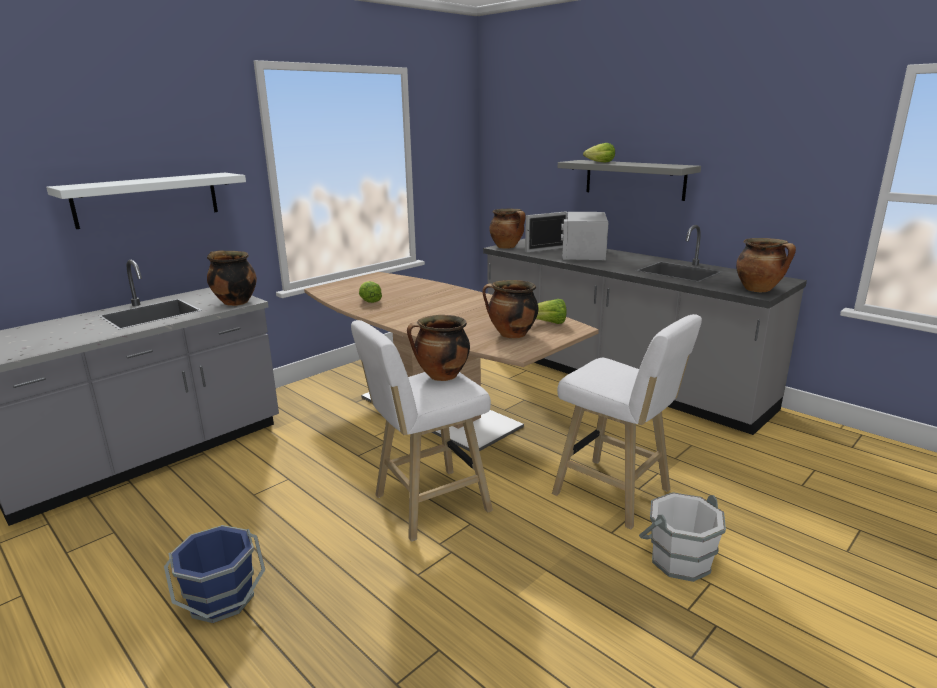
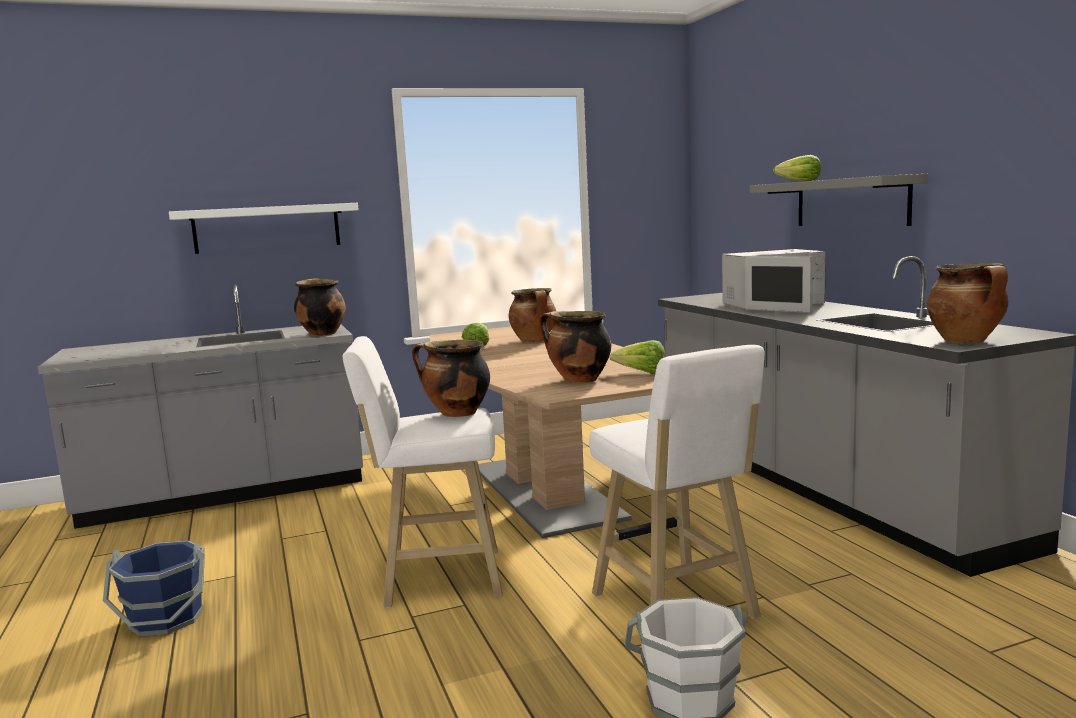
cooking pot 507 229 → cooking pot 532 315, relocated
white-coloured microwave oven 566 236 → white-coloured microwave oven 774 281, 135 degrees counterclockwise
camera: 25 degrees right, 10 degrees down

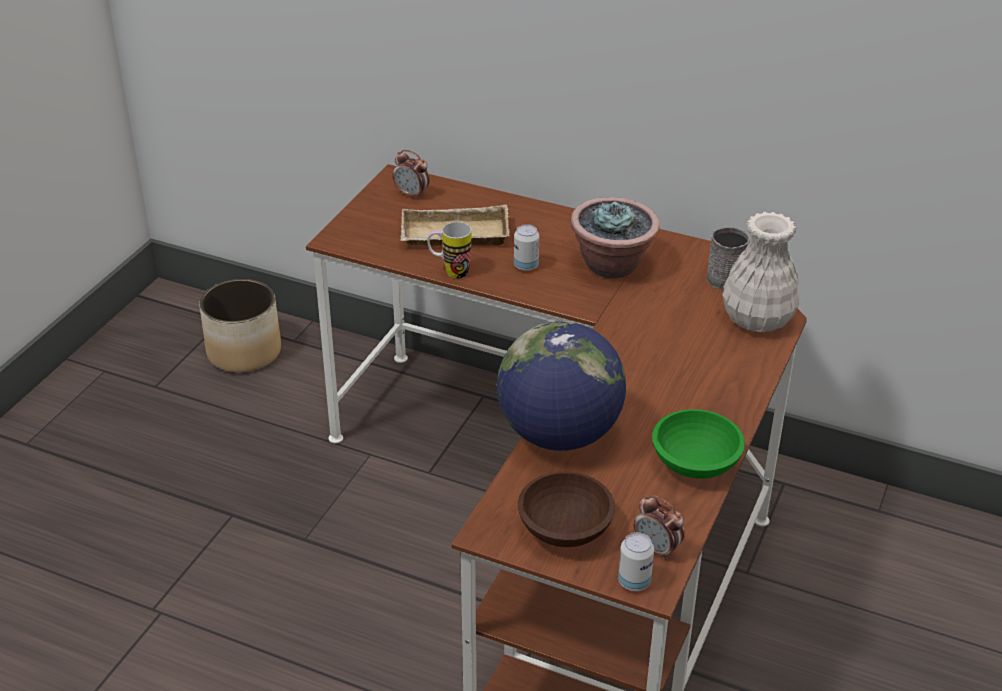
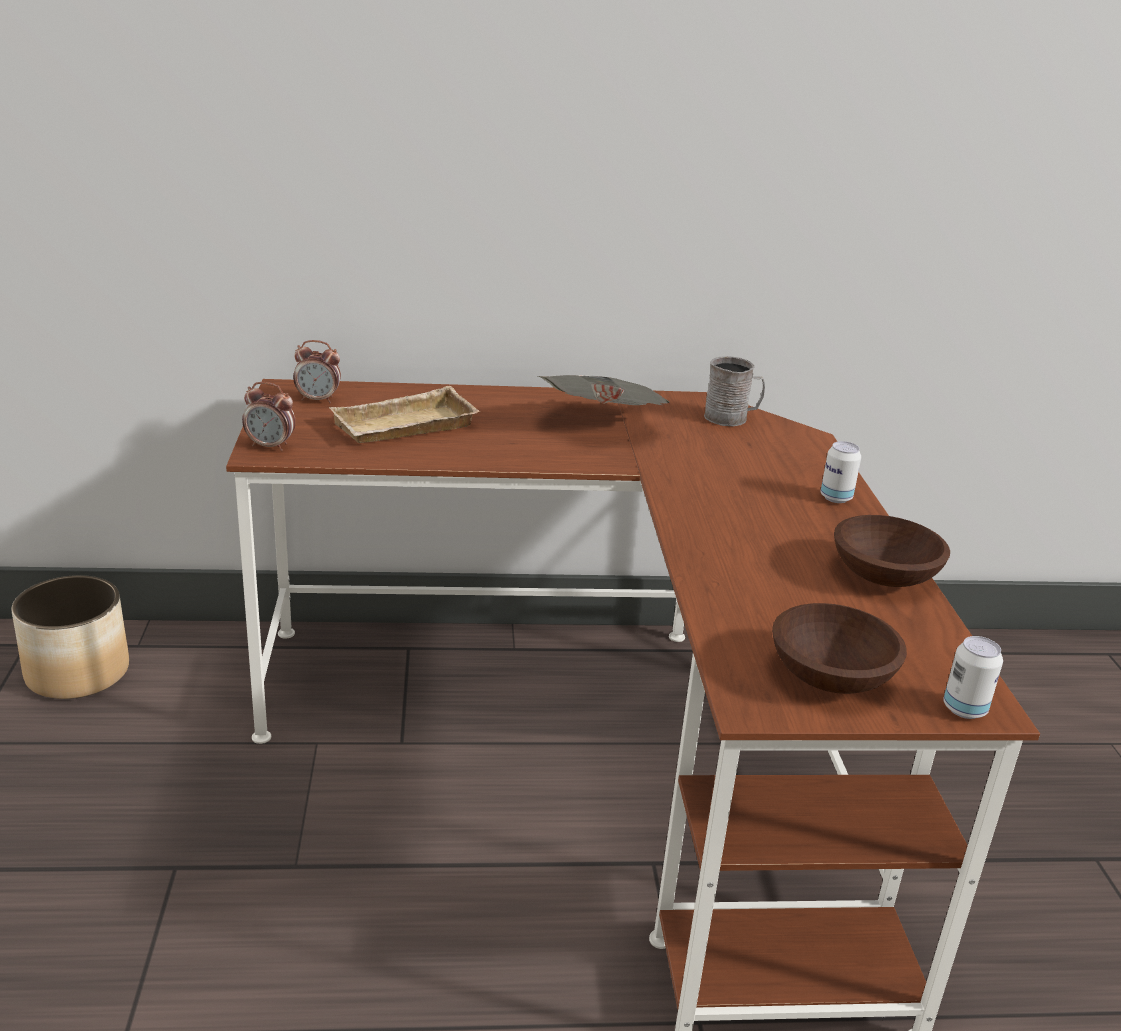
mug 449 250 → -
world globe 561 386 → -
white-coloured decorative vase 761 272 → -
sealed can 526 247 → sealed can 841 472, relocated
alarm clock 659 527 → alarm clock 269 416, relocated
houseplant 614 238 → daily paper 603 390
greenish bowl 698 443 → brown-coloured bowl 892 551
camera: 30 degrees left, 10 degrees down

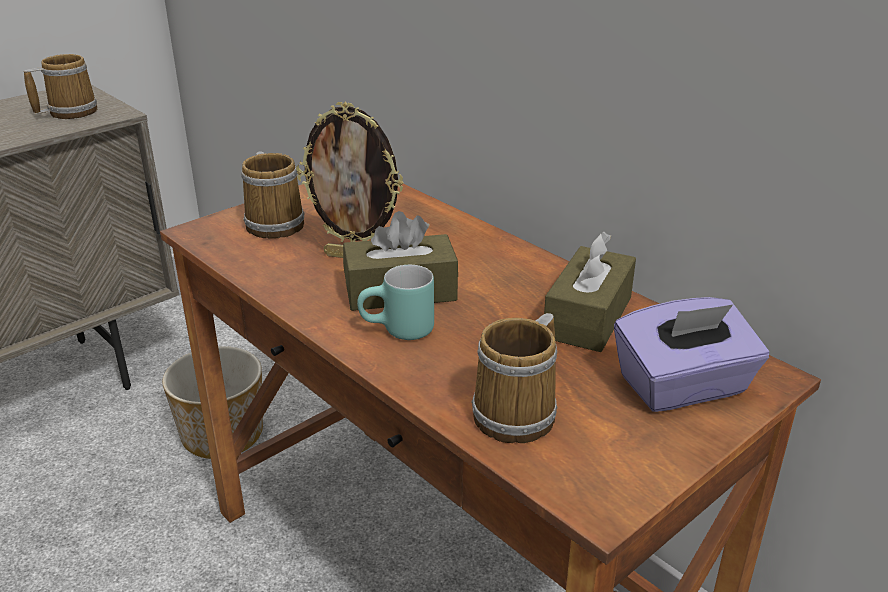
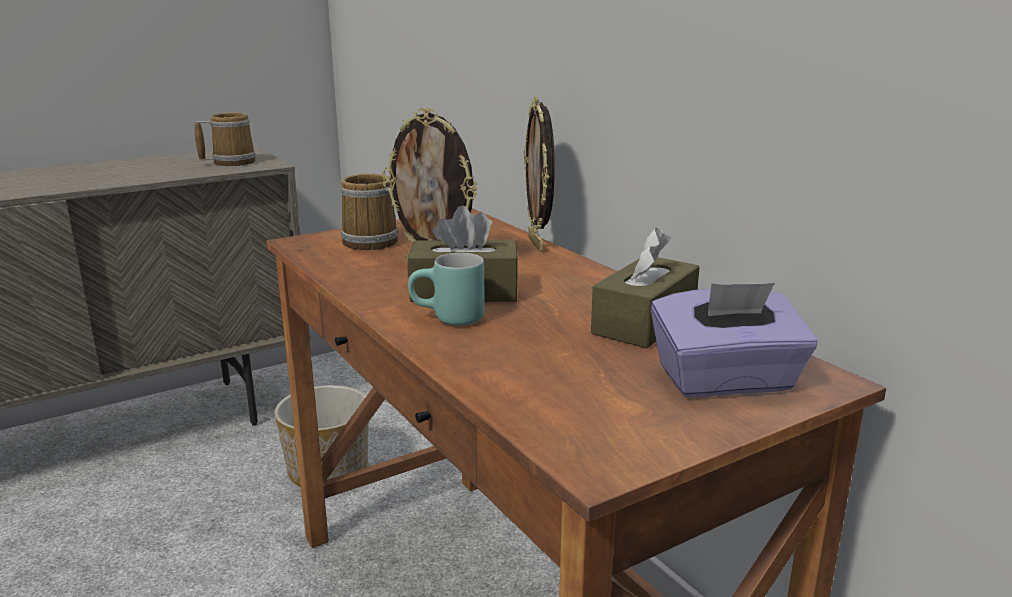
mug 514 378 → -
- → standing frame 539 174
camera: 10 degrees right, 10 degrees down

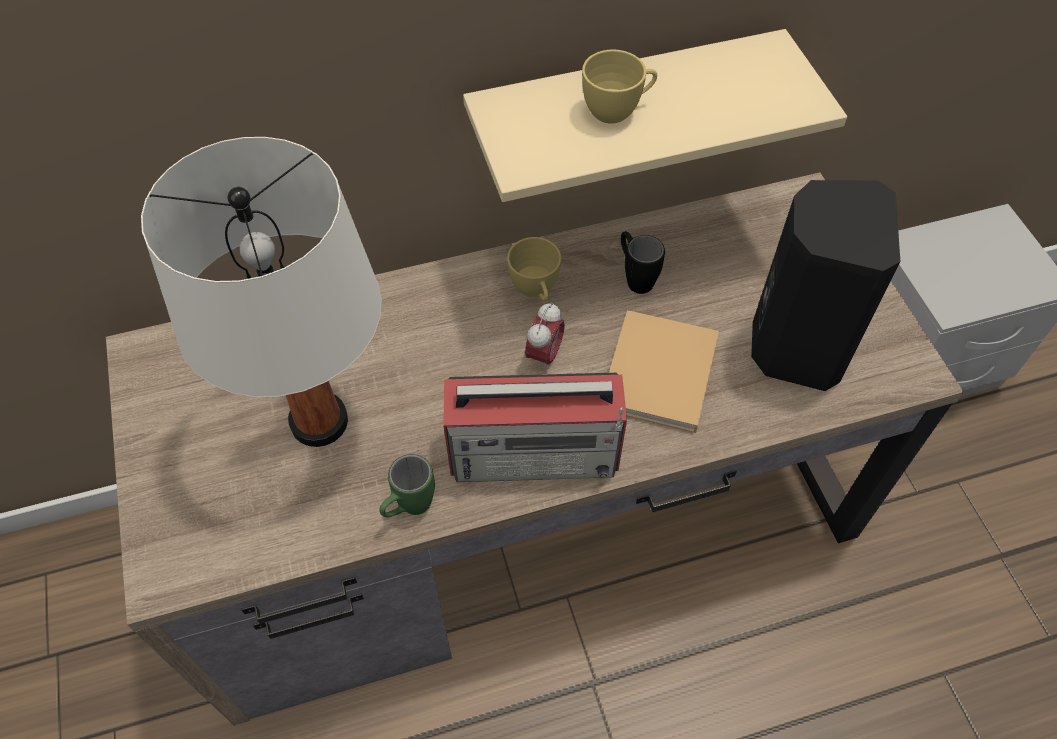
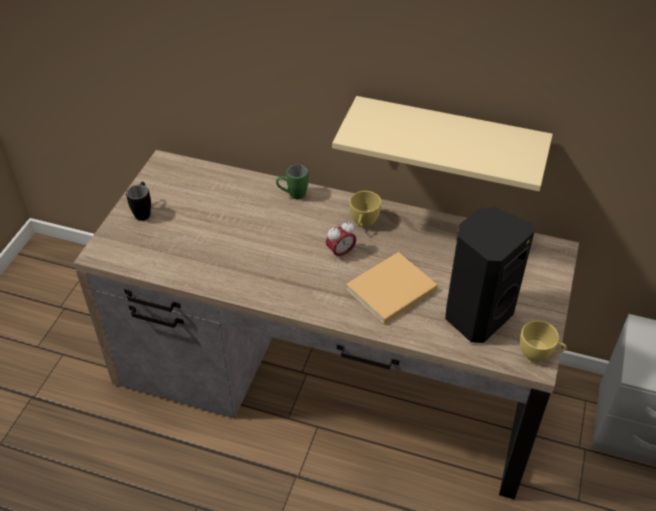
white-coloured table lamp 261 292 → -
radio receiver 535 427 → -
greenish mug 407 486 → greenish mug 292 181, relocated
yellow-coloured small cup 619 87 → yellow-coloured small cup 543 341, relocated
black-coloured mug 643 262 → black-coloured mug 138 201, relocated
camera: 35 degrees right, 10 degrees down

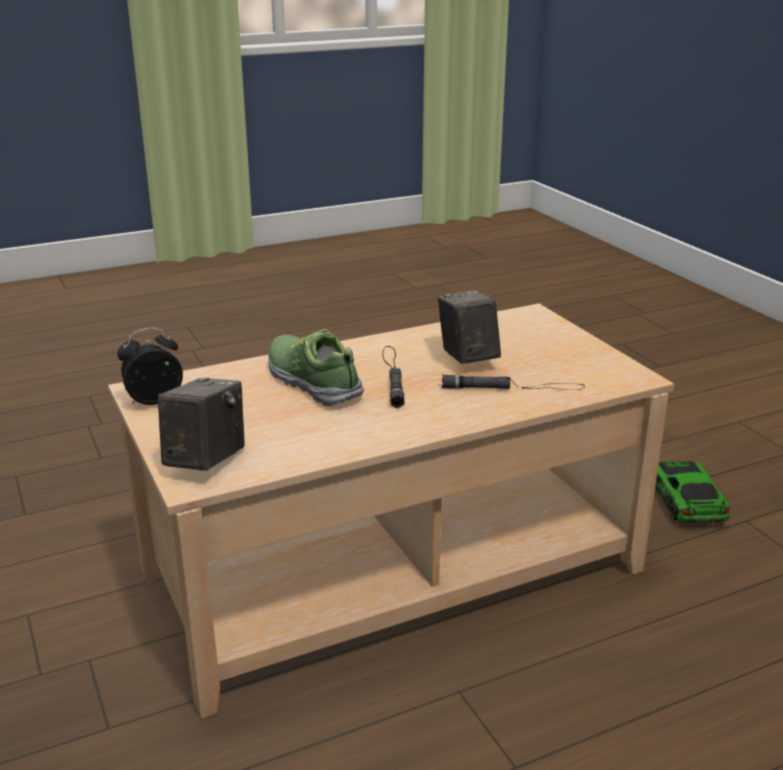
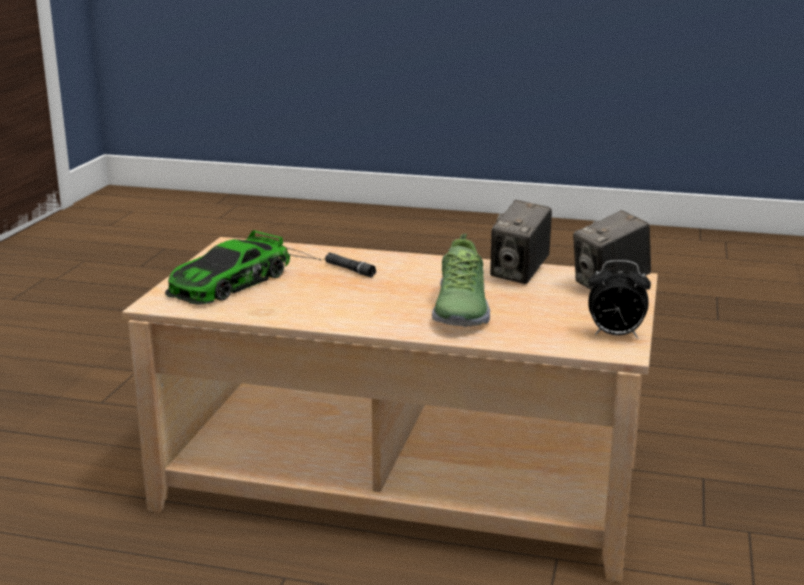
black-coloured hand torch 393 377 → -
photo camera 469 327 → photo camera 521 242, relocated
toy car 692 492 → toy car 227 267, relocated
camera: 140 degrees left, 5 degrees down

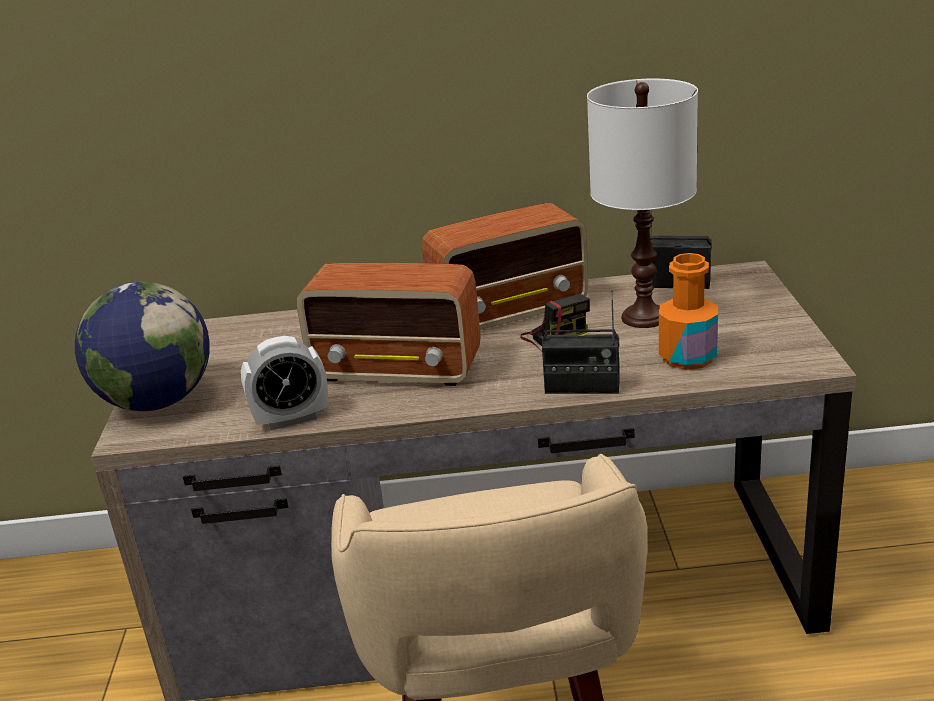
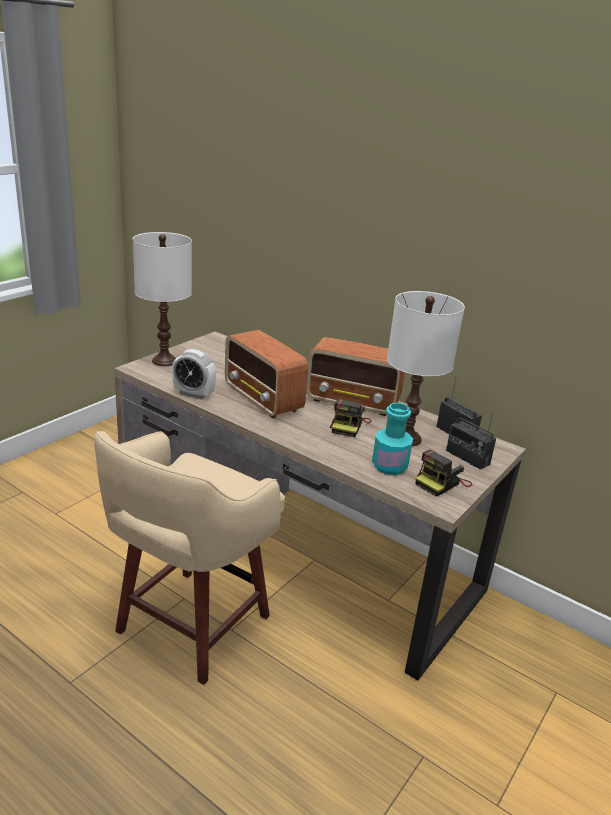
- → photo camera 444 473
radio receiver 581 342 → radio receiver 471 440, relocated
world globe 142 346 → white-coloured table lamp 162 299
orangey beverage bottle 688 311 → blue-green beverage bottle 392 439
camera: 35 degrees right, 0 degrees up

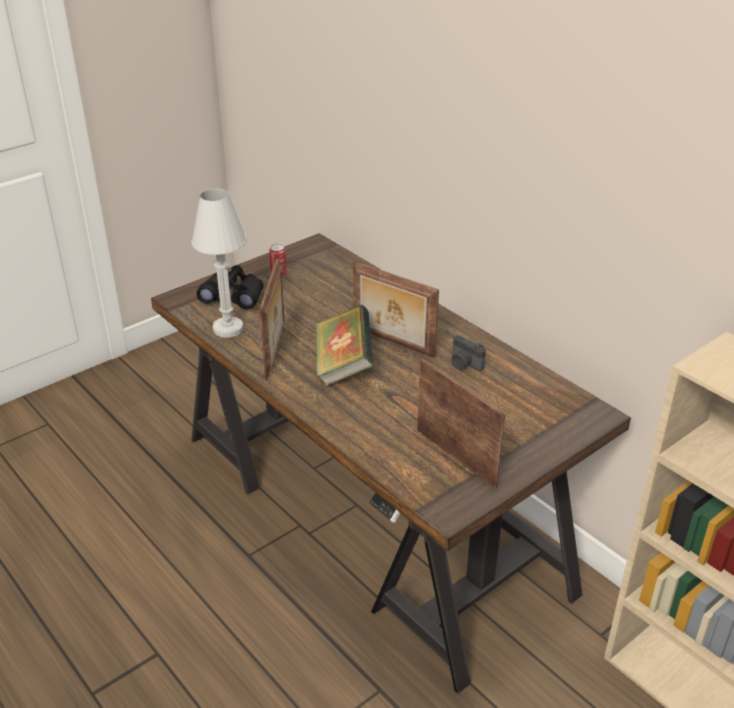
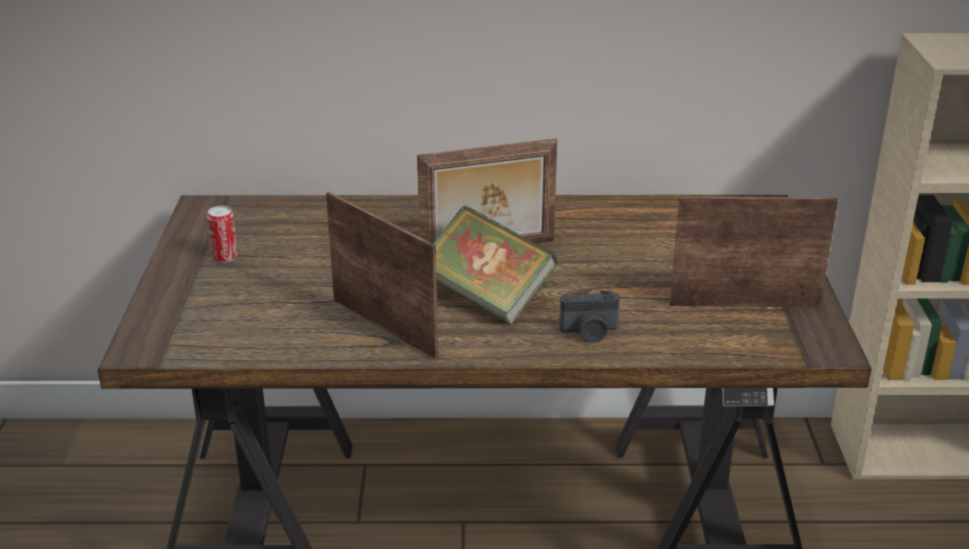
white-coloured table lamp 219 263 → -
black-coloured binoculars 230 287 → -
photo camera 468 353 → photo camera 589 316, relocated
camera: 50 degrees left, 5 degrees down

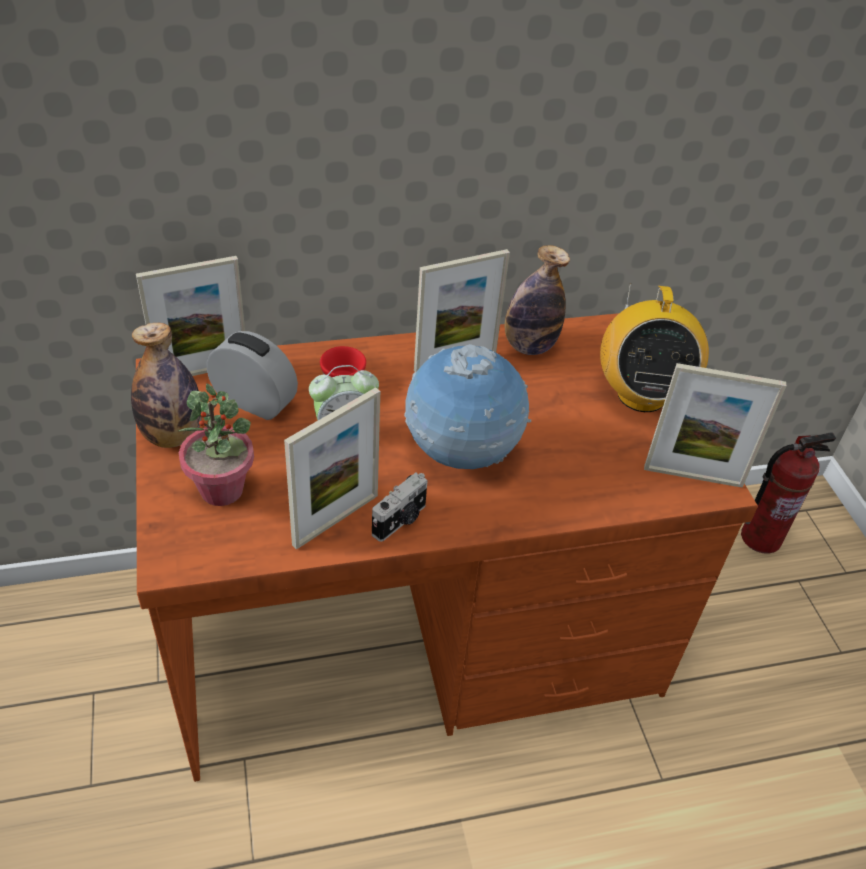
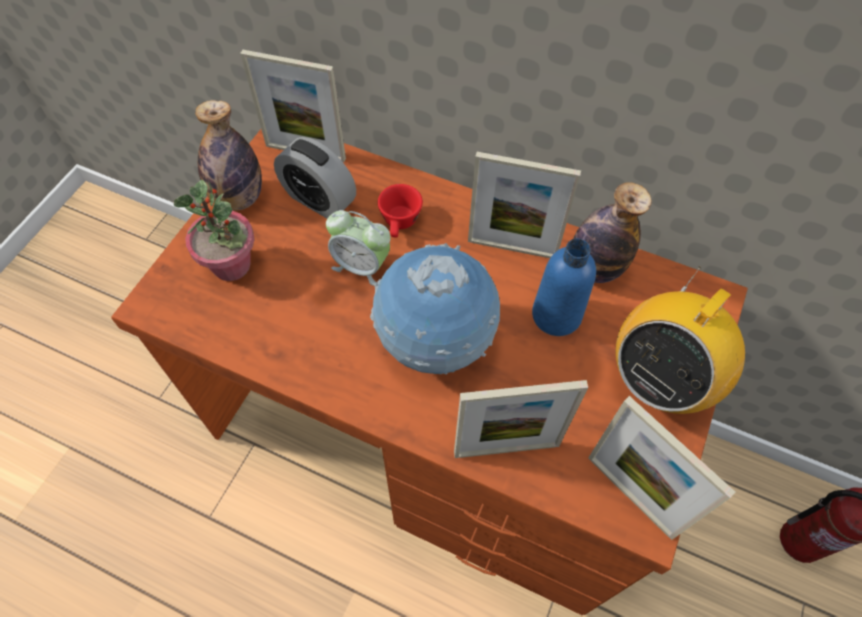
photo camera 400 507 → -
- → blue-coloured beverage bottle 564 287
standing frame 332 468 → standing frame 521 419, relocated
alarm clock 252 375 → alarm clock 315 177, 150 degrees clockwise
camera: 40 degrees right, 15 degrees up

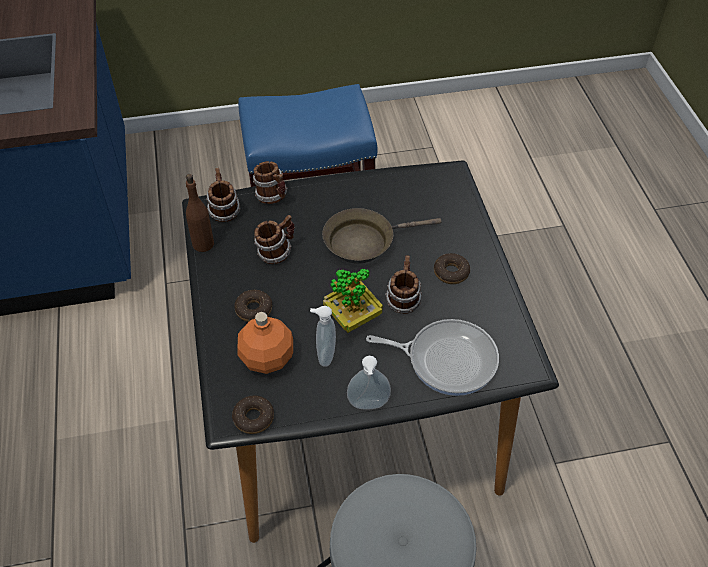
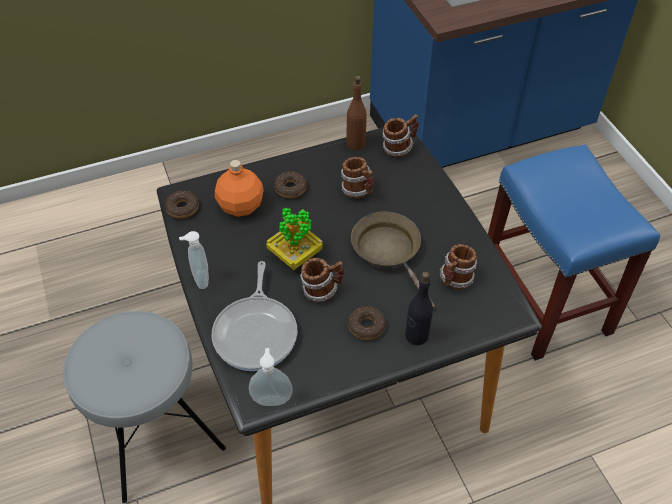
- → black-coloured beverage bottle 419 308
mug 270 182 → mug 458 267, relocated
liquid soap bottle 323 336 → liquid soap bottle 271 377, relocated
camera: 80 degrees right, 0 degrees up

